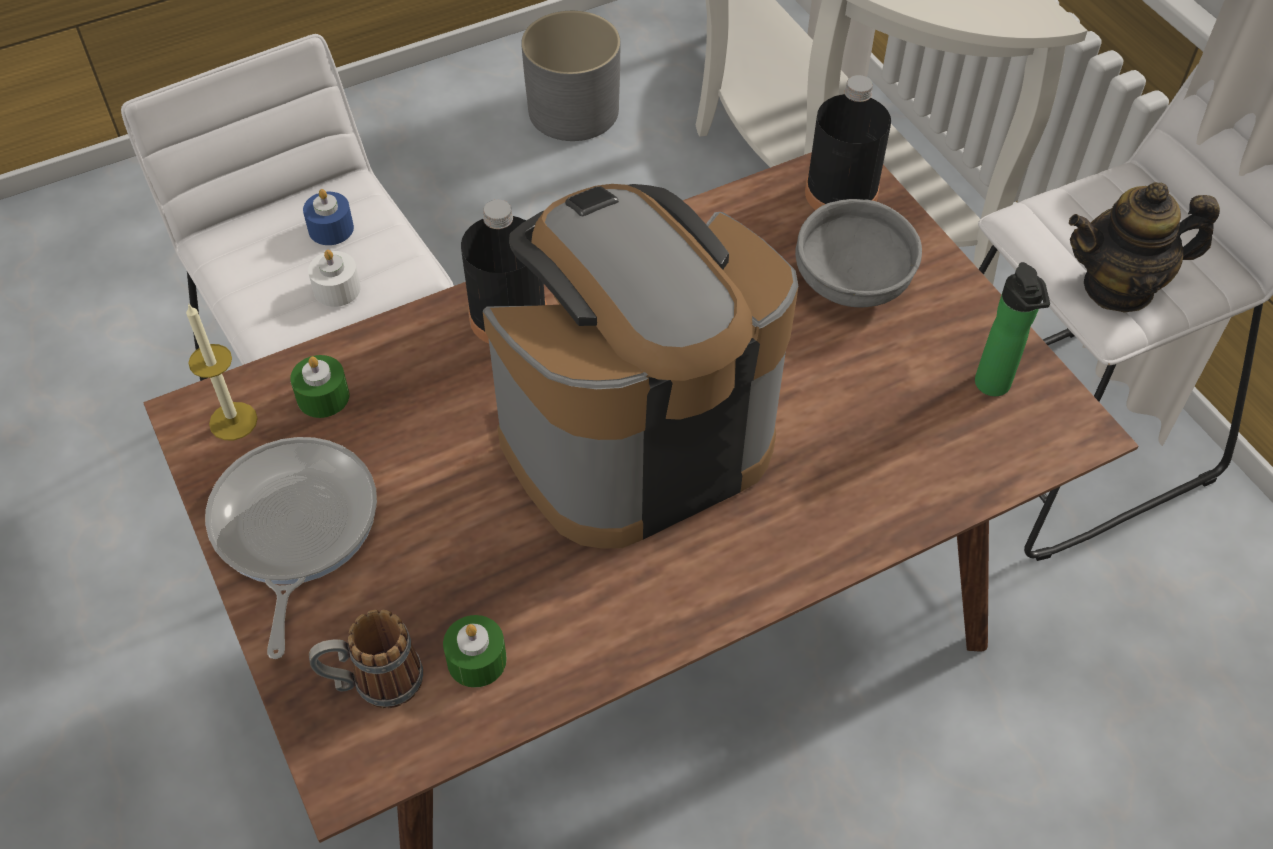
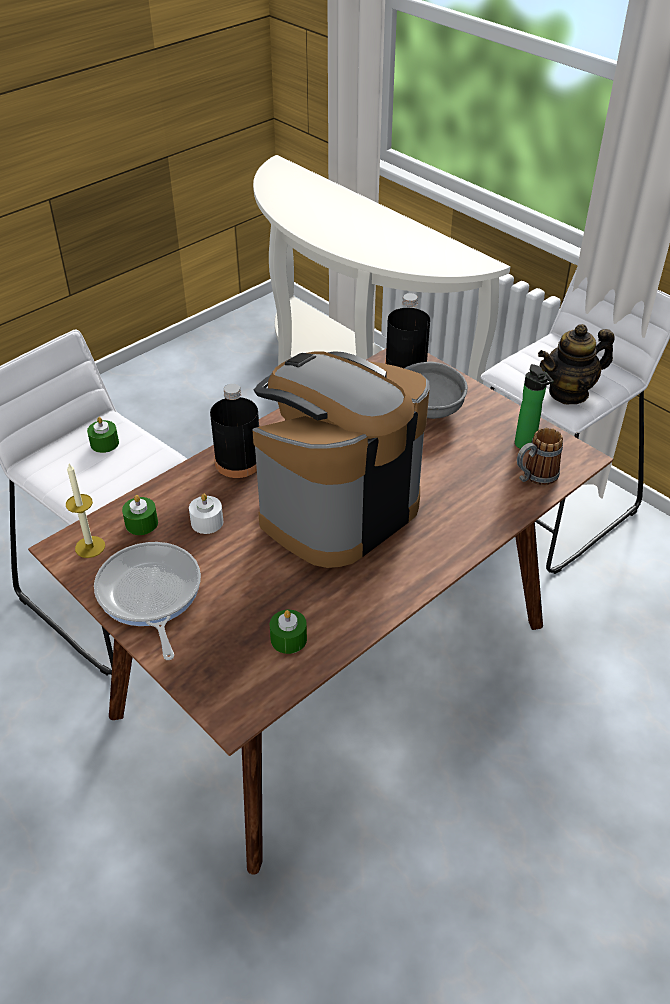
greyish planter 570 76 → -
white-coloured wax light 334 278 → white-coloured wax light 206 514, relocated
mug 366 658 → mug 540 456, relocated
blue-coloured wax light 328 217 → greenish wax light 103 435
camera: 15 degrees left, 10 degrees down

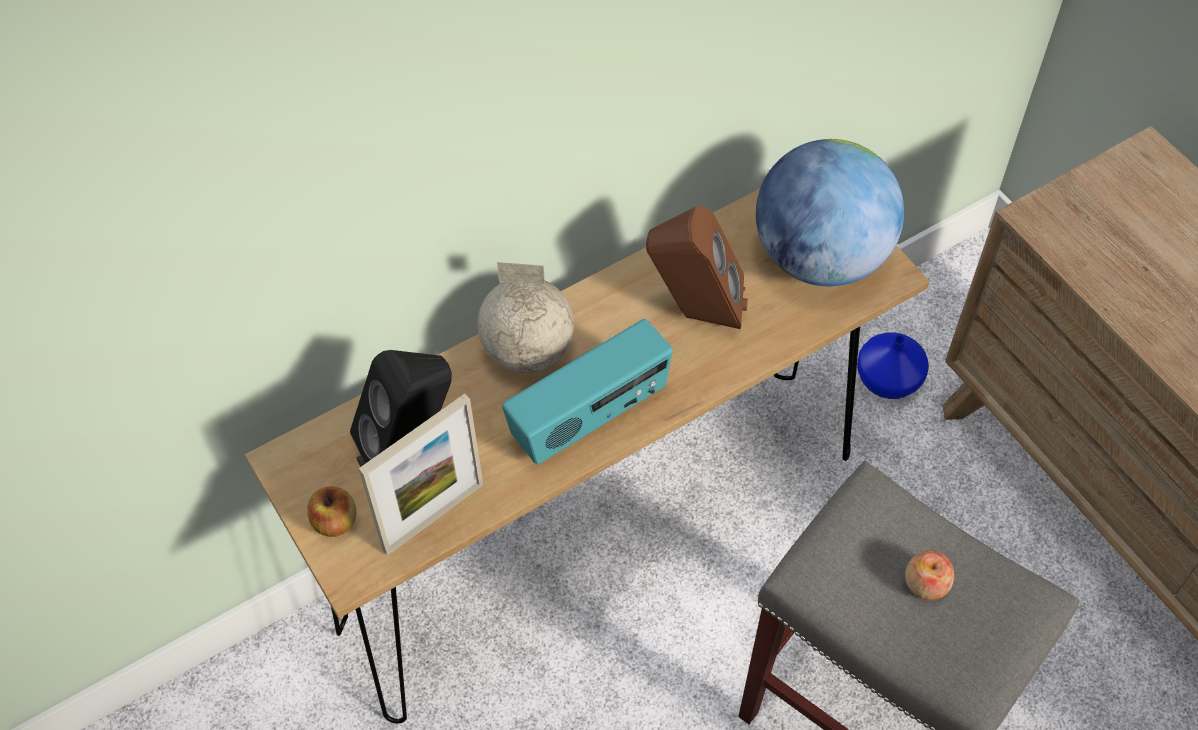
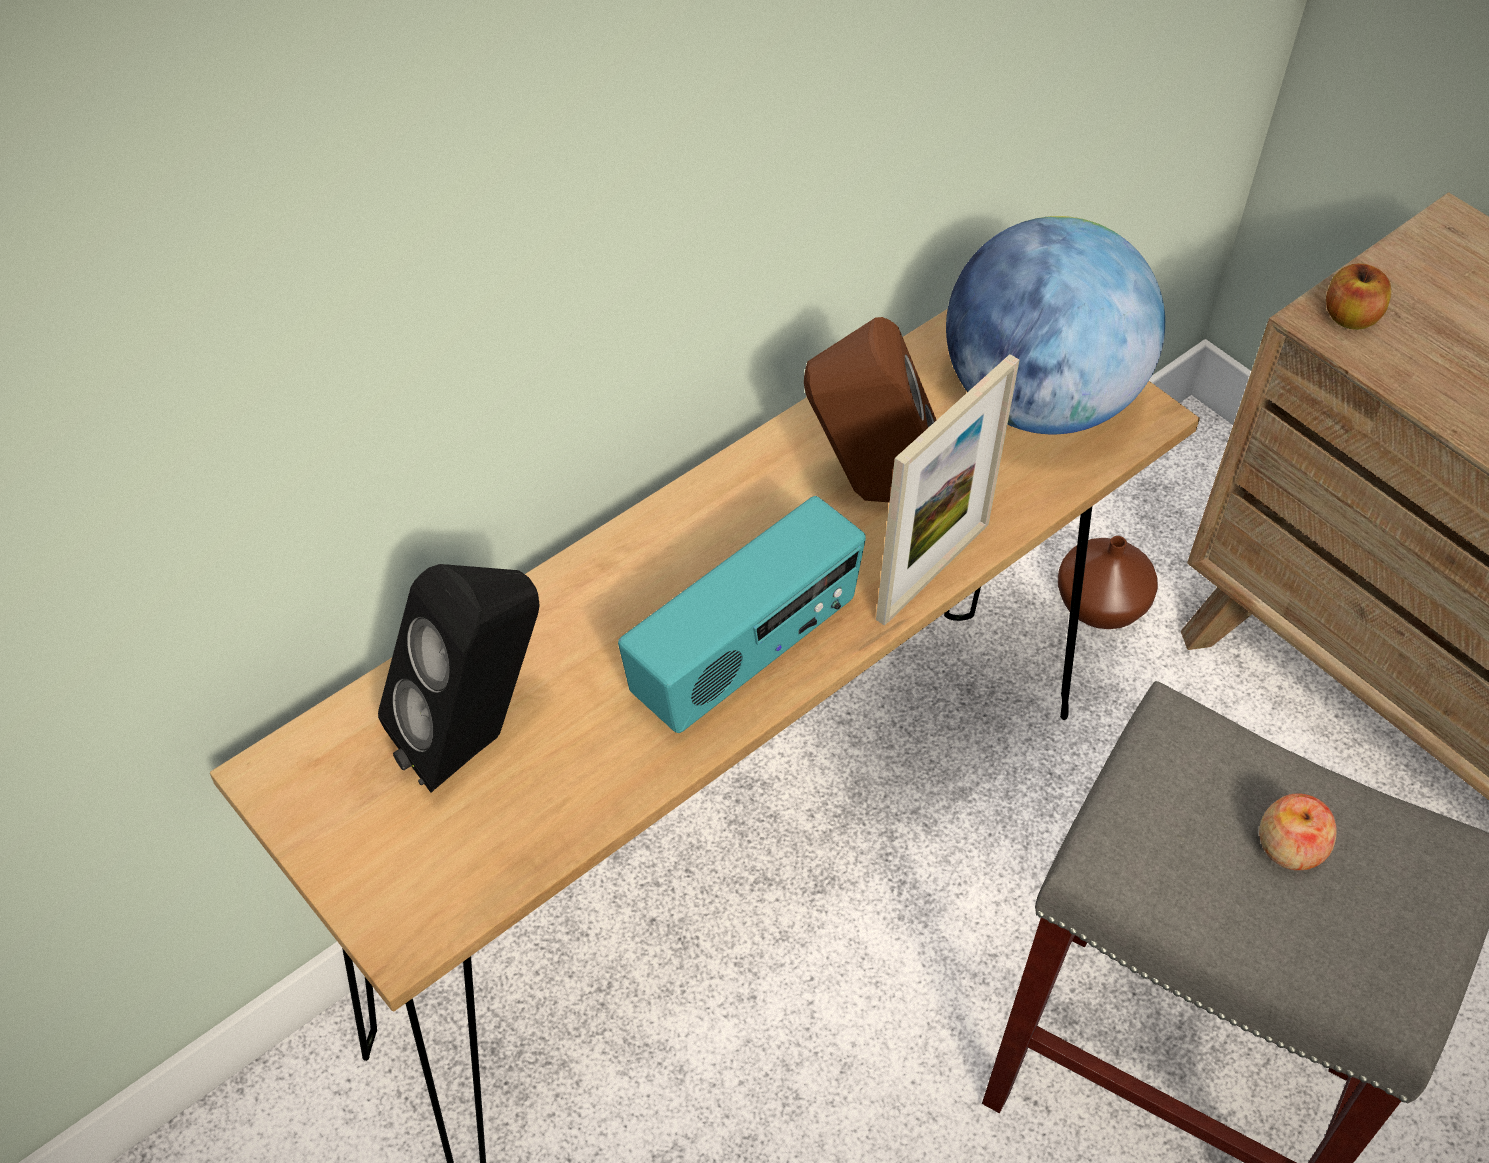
world globe 525 317 → -
whole apple 331 511 → whole apple 1358 296, relocated
standing frame 420 475 → standing frame 947 490, relocated
blue-coloured decorative vase 893 366 → brown-coloured decorative vase 1108 582
camera: 10 degrees left, 5 degrees down

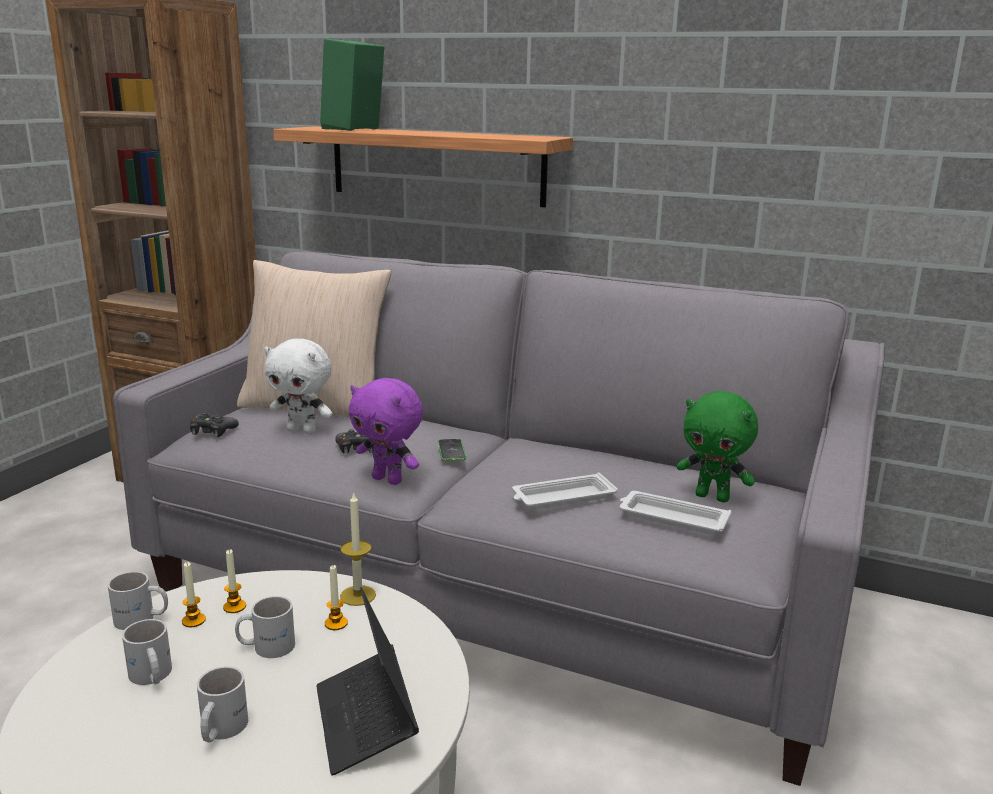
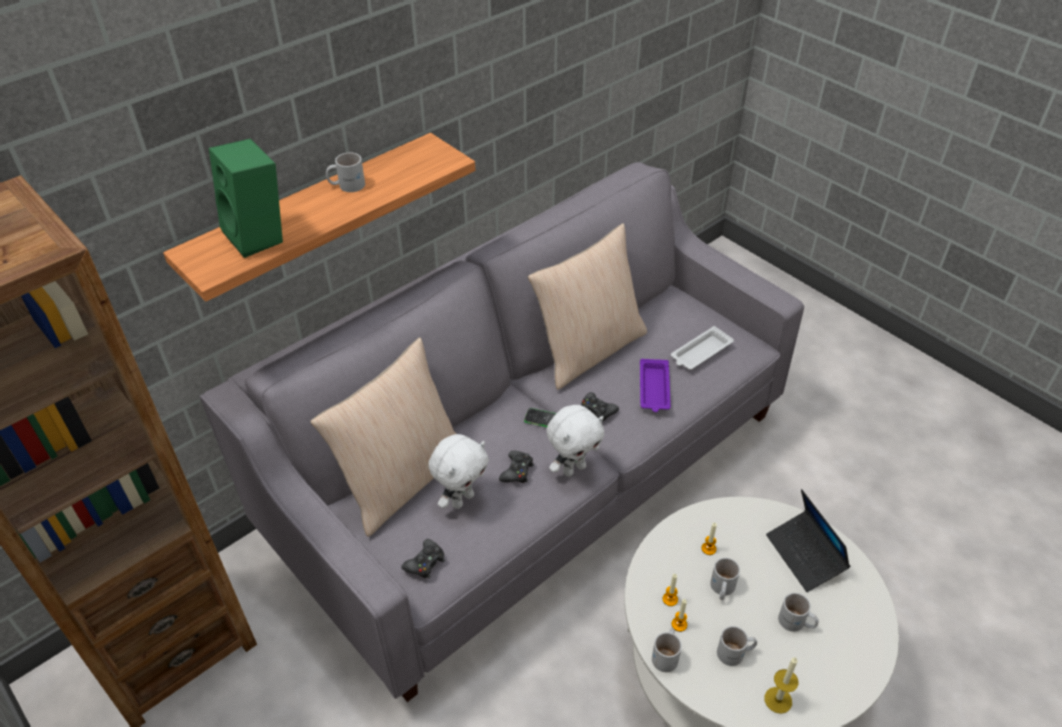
greenish plush toy 717 447 → -
- → white-coloured mug 345 172
- → sand-coloured pillow 587 306
- → black-coloured joypad 600 406
wax light 358 548 → wax light 781 685, relocated
purplish plush toy 386 431 → white-coloured plush toy 575 441
white-coloured carrying tray 565 491 → purplish carrying tray 655 385
portable computer 367 681 → portable computer 808 540, 60 degrees clockwise
camera: 65 degrees left, 25 degrees up

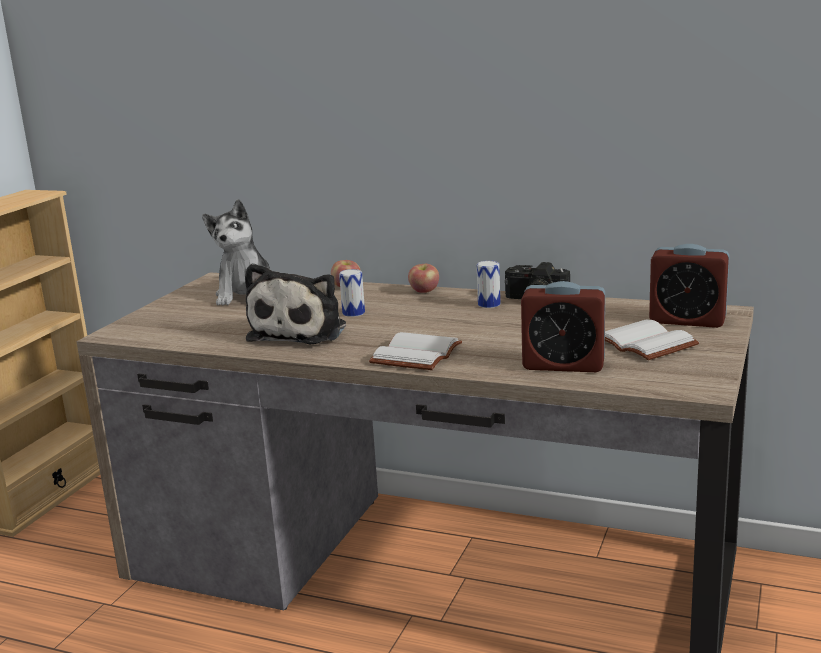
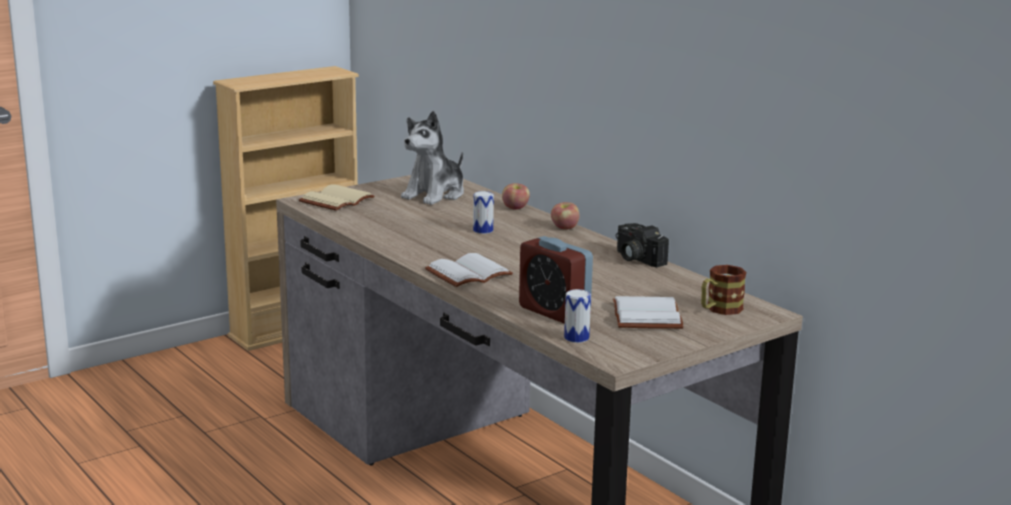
plush toy 295 304 → -
- → sand-coloured bound book 336 198
sealed can 488 284 → sealed can 577 316, relocated
alarm clock 689 286 → mug 723 290
camera: 30 degrees right, 0 degrees up

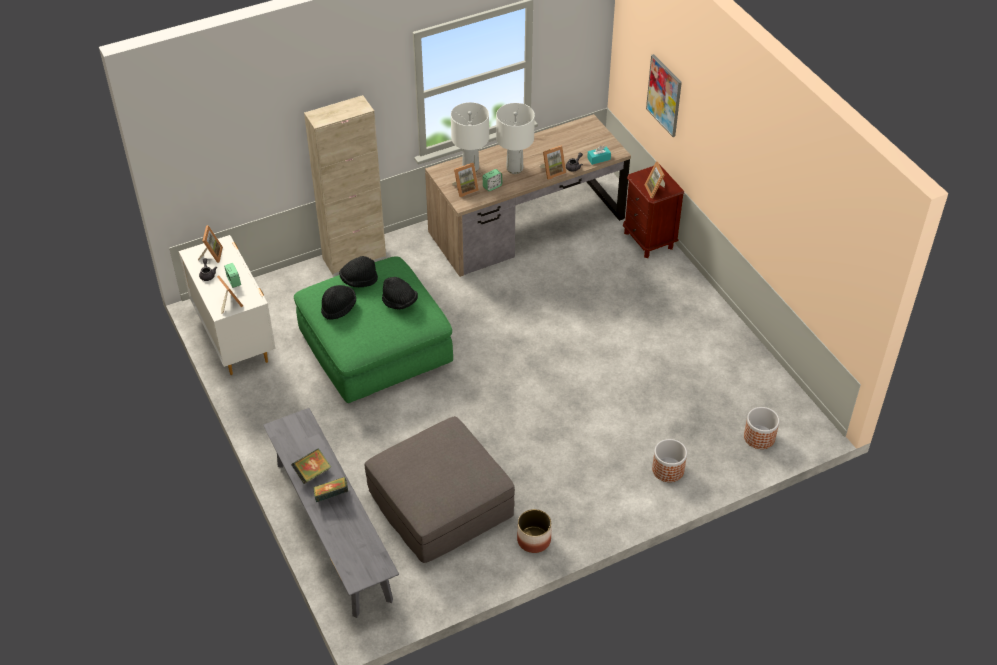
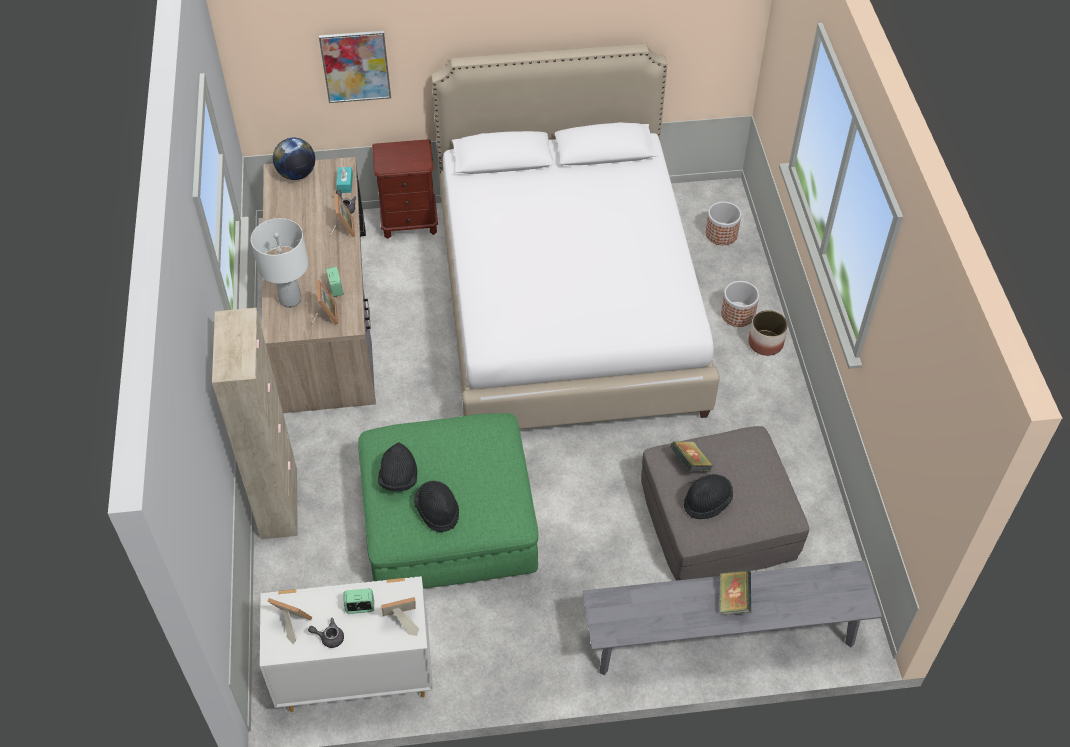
white-coloured table lamp 515 138 → -
standing frame 654 180 → -
- → world globe 294 159
- → white-coloured bed 575 236
bound book 311 466 → bound book 691 456, relocated
black-coloured hat 400 293 → black-coloured hat 708 496, relocated
planter 534 531 → planter 768 333, relocated
camera: 70 degrees left, 5 degrees up

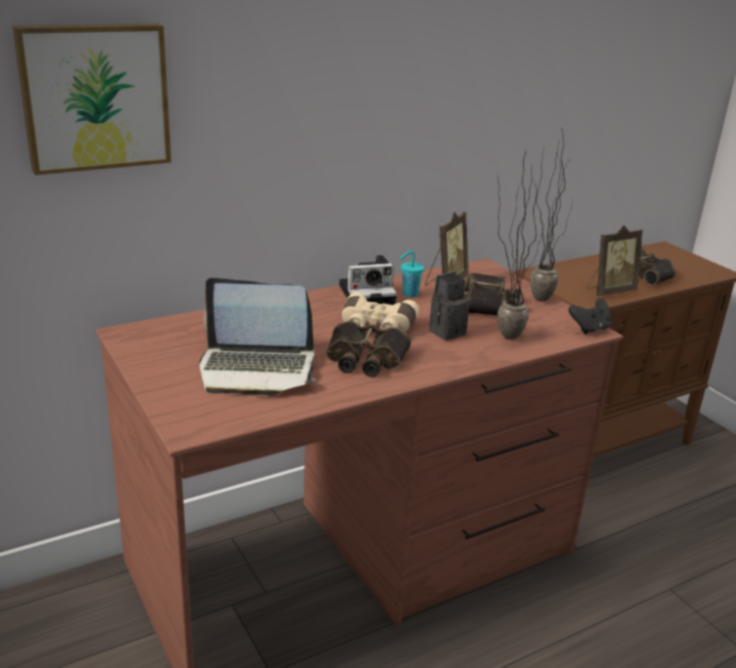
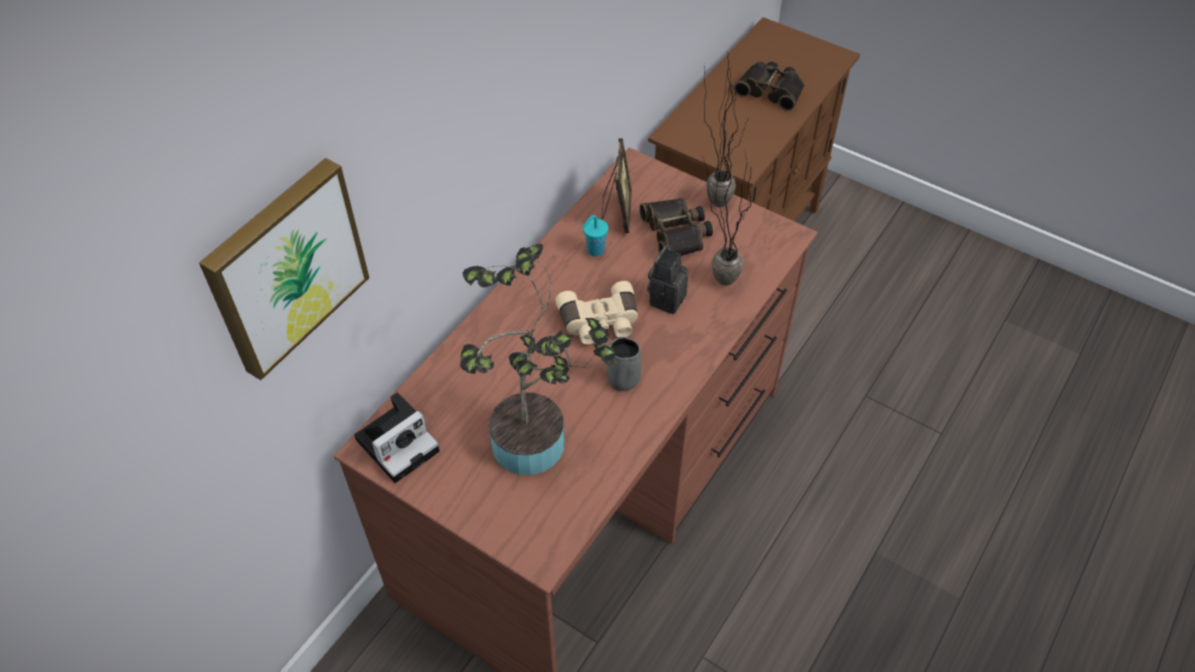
black-coloured joypad 590 316 → -
standing frame 615 260 → -
photo camera 368 280 → photo camera 397 437, relocated
portable computer 257 337 → houseplant 537 359
binoculars 368 349 → greyish mug 621 364
camera: 25 degrees left, 25 degrees up

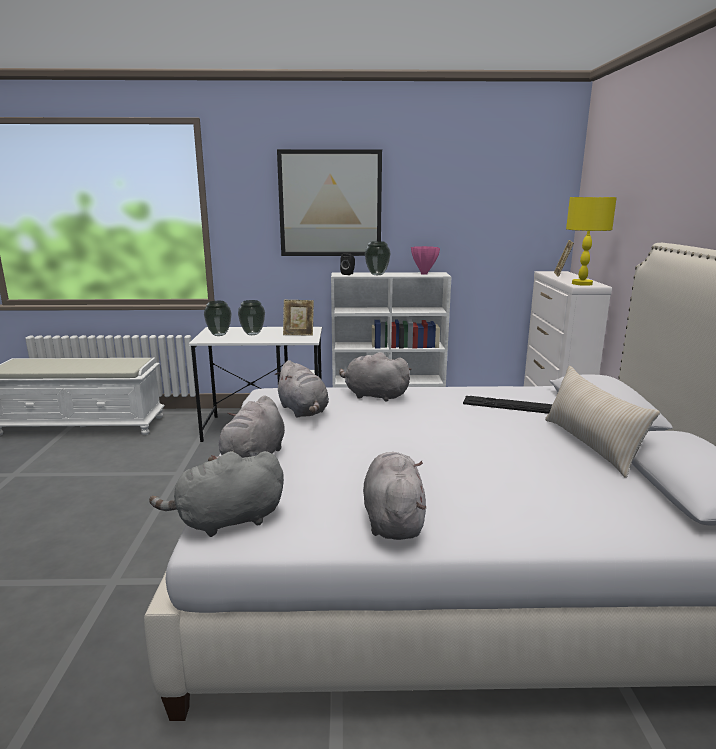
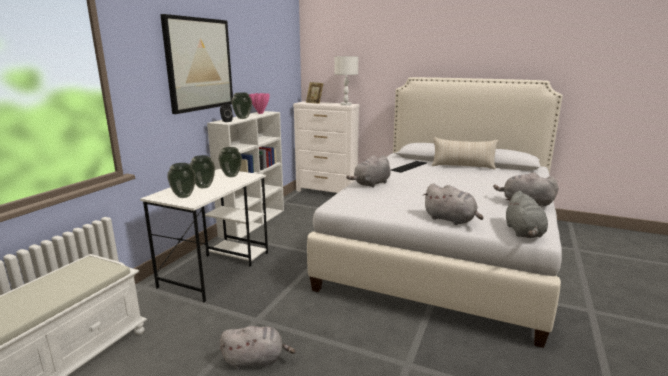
greyish plush toy 301 389 → greyish plush toy 258 348, relocated
standing frame 298 318 → decorative vase 230 162
yellow-coloured table lamp 591 241 → white-coloured table lamp 346 81
camera: 65 degrees left, 0 degrees up

